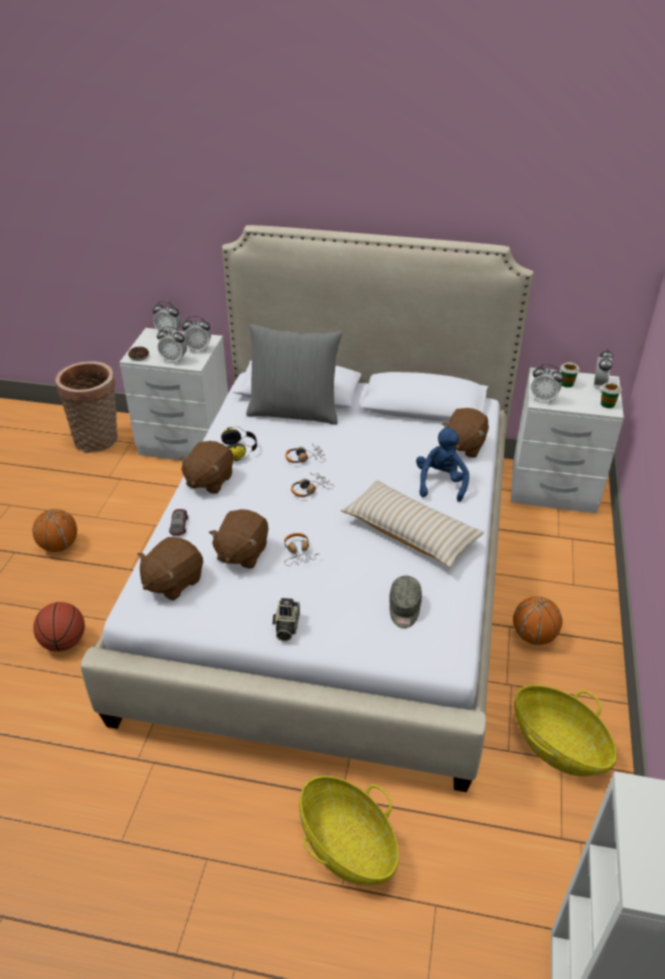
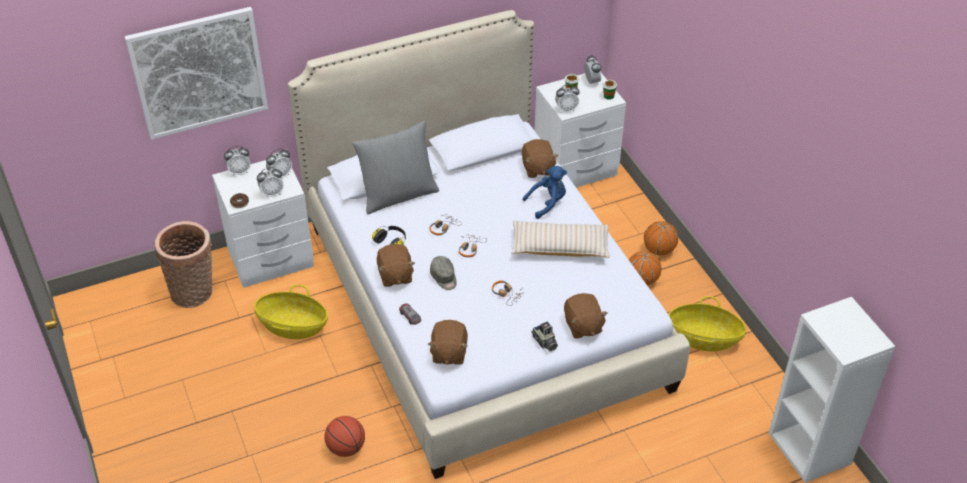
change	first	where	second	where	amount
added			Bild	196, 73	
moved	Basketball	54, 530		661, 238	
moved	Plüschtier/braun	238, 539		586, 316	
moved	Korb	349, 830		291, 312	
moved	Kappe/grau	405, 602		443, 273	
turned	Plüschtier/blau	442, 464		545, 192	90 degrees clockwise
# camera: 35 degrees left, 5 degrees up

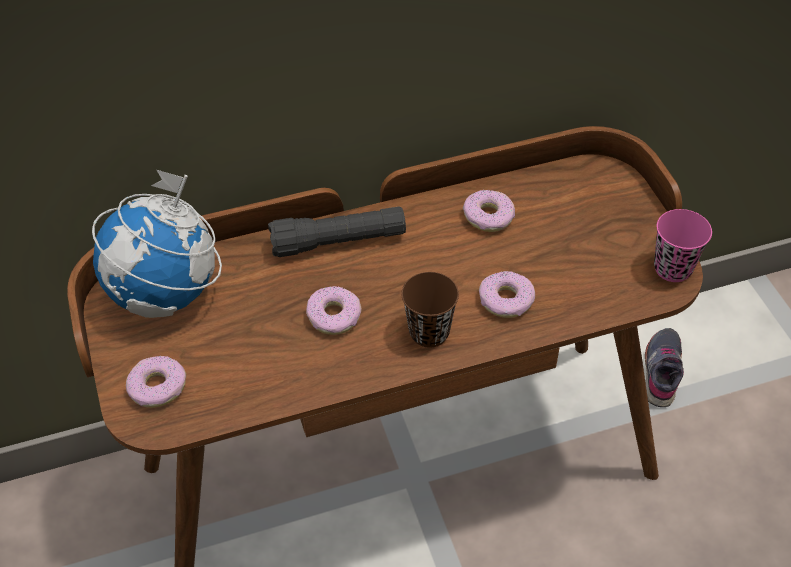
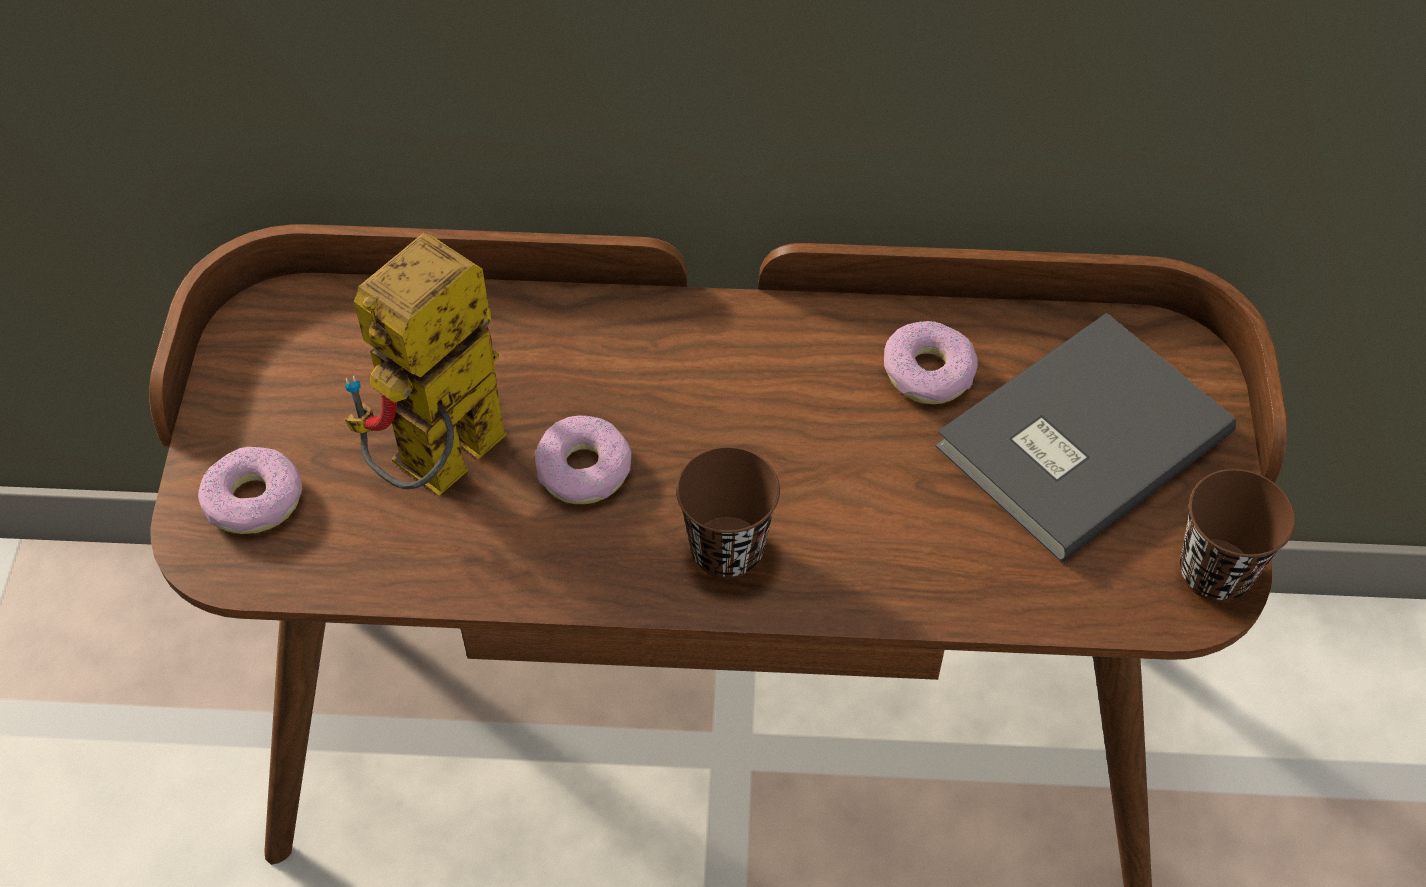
change	first	where	second	where	amount
removed	Globus	157, 244			
removed	Taschenlampe/schwarz	337, 232			
removed	Donut	507, 294			
removed	Schuh/grau	664, 367			
added			Spielzeugroboter	426, 364	
added			Buch/grau	1085, 438	
recoloured	Tasse/rosa	683, 245	Tasse/braun	1237, 535	
# camera: 20 degrees right, 5 degrees up

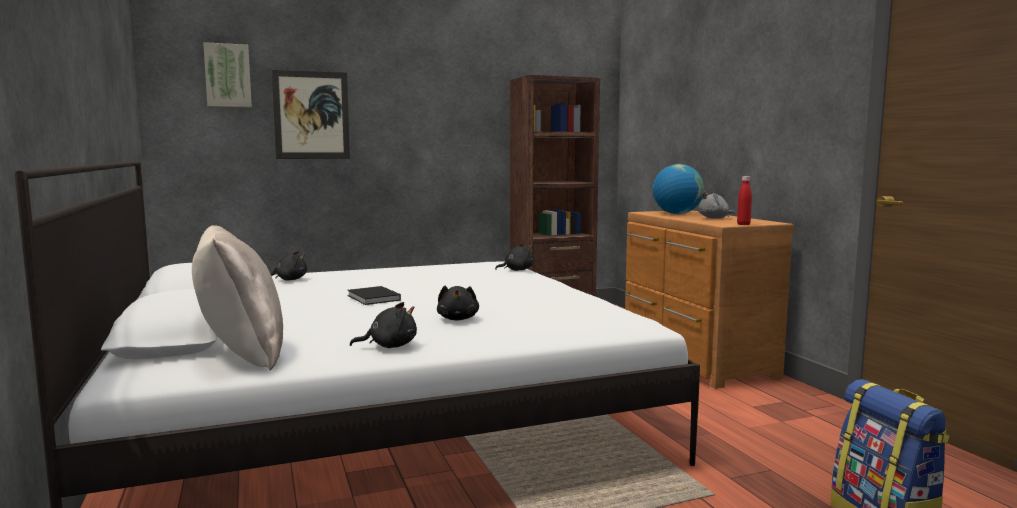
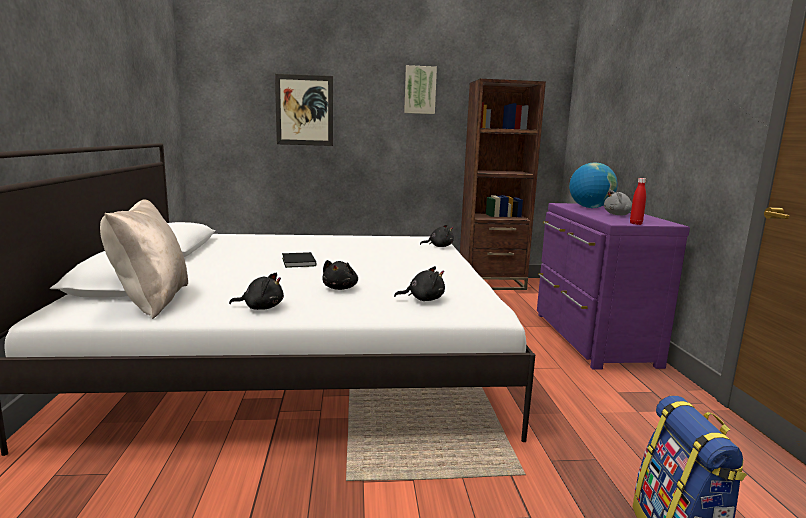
change	first	where	second	where	amount
moved	Bild	227, 74		420, 89	
moved	Plüschtier/schwarz	288, 265		419, 283	
recoloured	Kommode/braun	709, 299	Kommode/lila	613, 286	
# camera: 15 degrees right, 5 degrees up

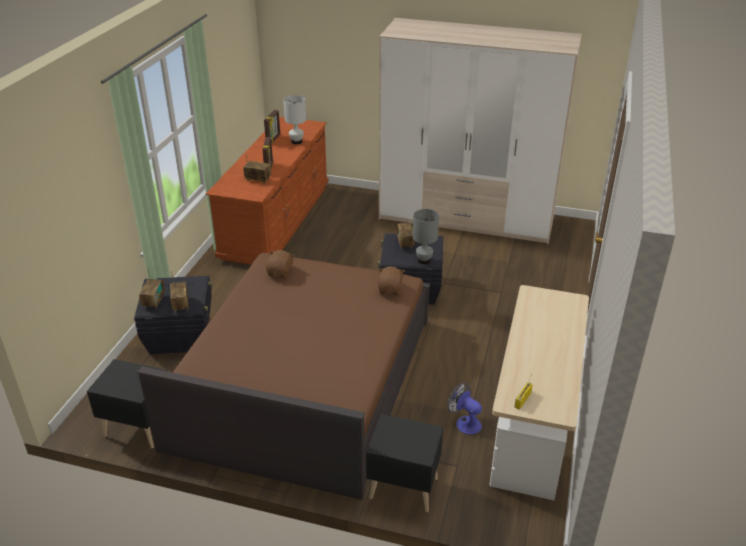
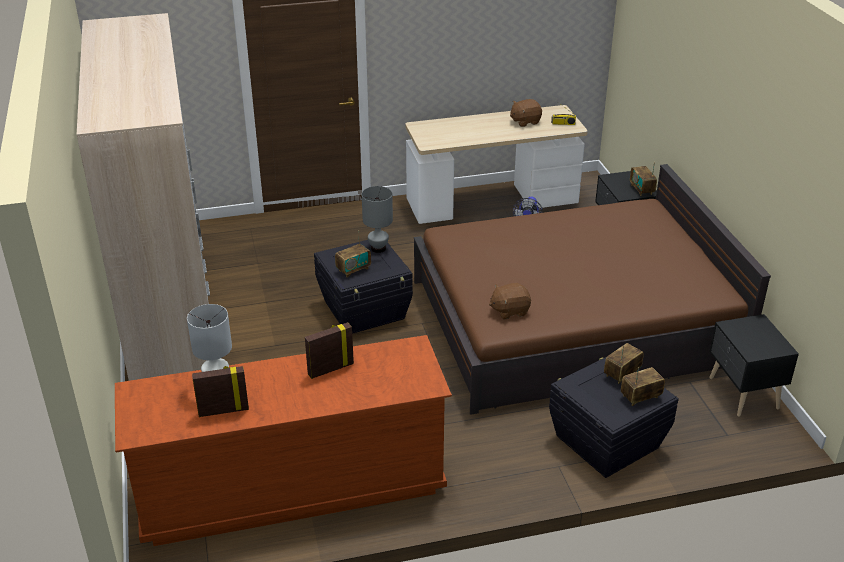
change	first	where	second	where	amount
moved	Radio	257, 168		643, 179	
moved	Plüschtier/braun	391, 281		526, 113	
# camera: 120 degrees left, 0 degrees up

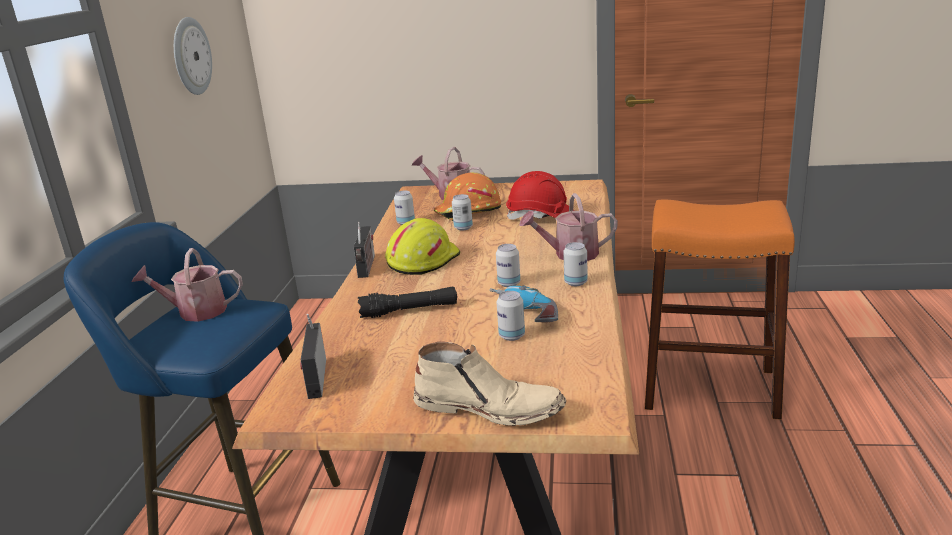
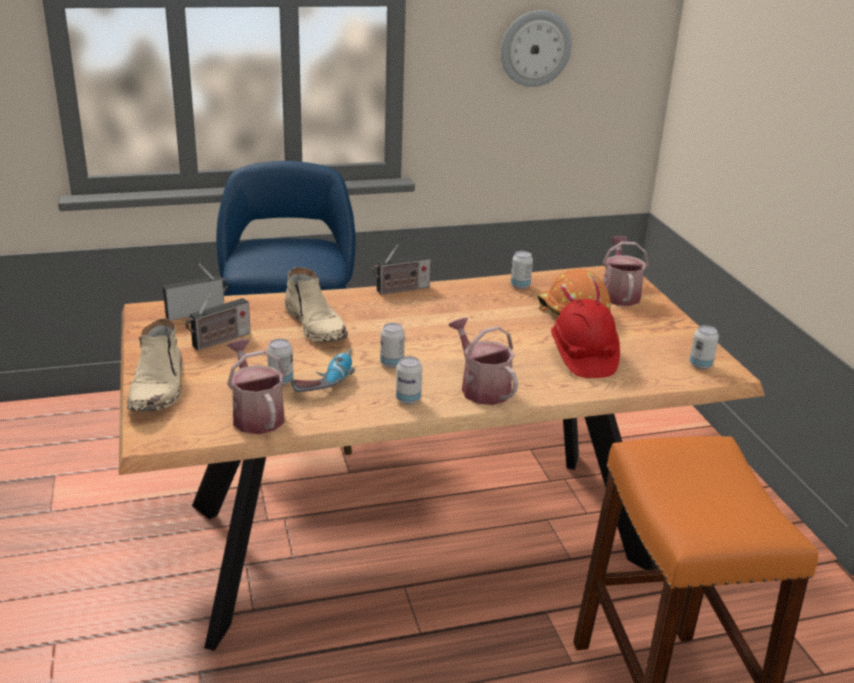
change	first	where	second	where	amount
removed	Schutzhelm/gelb	422, 246			
added			Radio	218, 321	
moved	Gießkanne	187, 285		256, 386	
moved	Dose	462, 212		704, 347	
replaced	Taschenlampe/schwarz	407, 302	Stiefel/beige	316, 304	
# camera: 65 degrees right, 5 degrees up

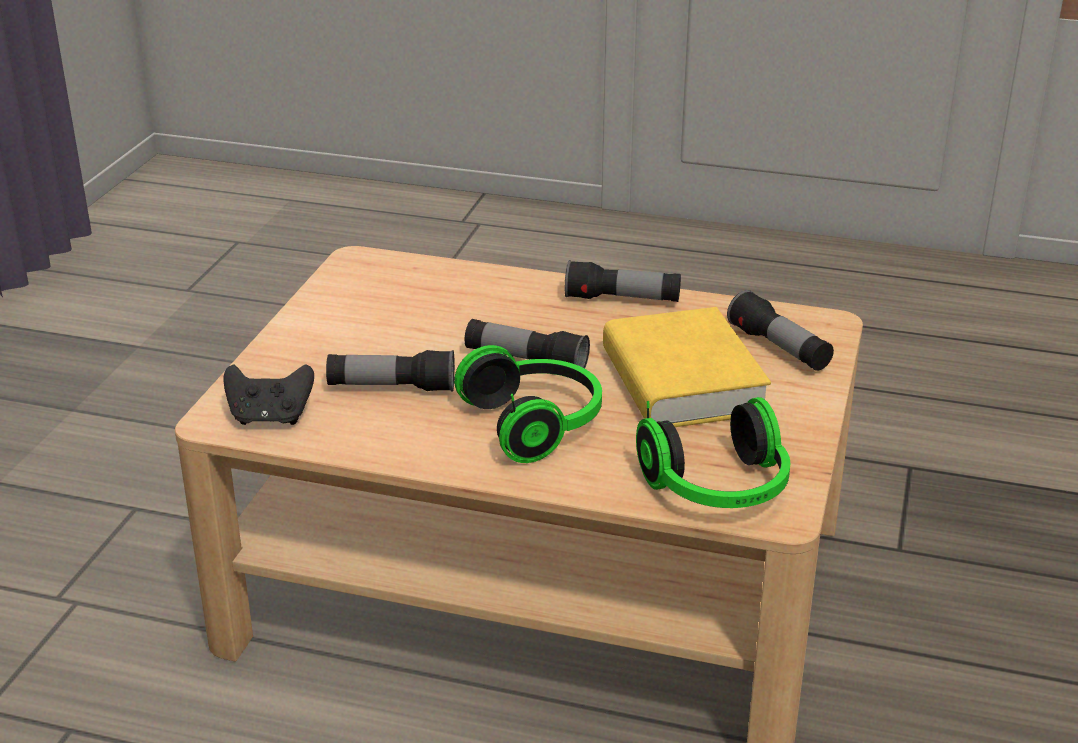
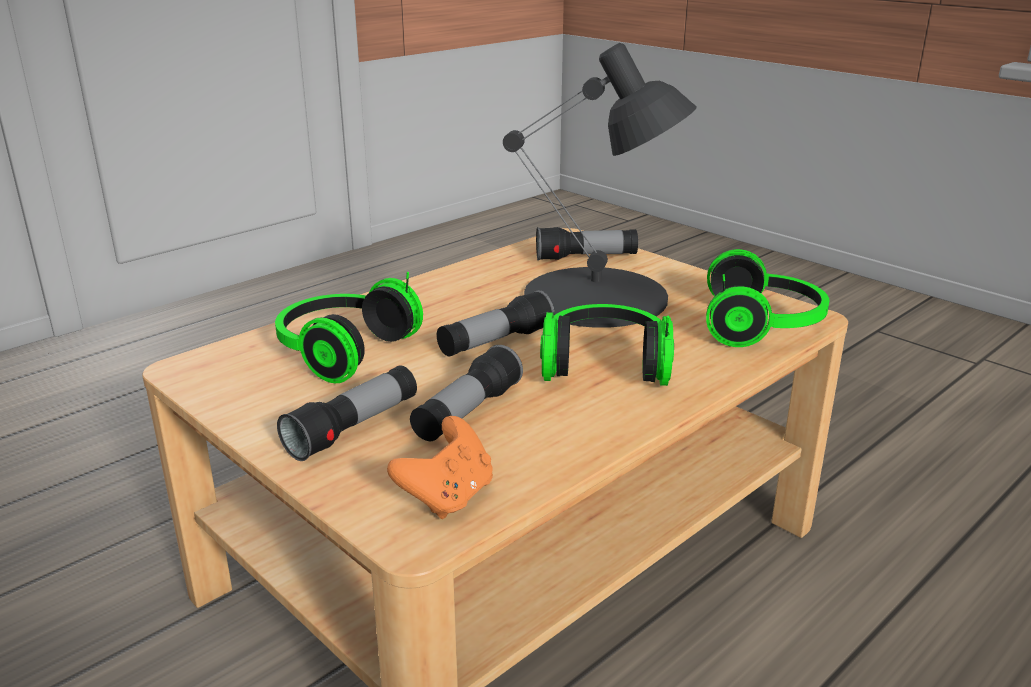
change	first	where	second	where	amount
added			Kopfhörer	349, 327	
moved	Taschenlampe	623, 281		347, 413	
replaced	Buch/gelb	687, 367	Tischlampe/schwarz	600, 185	
recoloured	Gamepad/schwarz	268, 394	Gamepad/orange	440, 467	
# camera: 60 degrees left, 5 degrees down

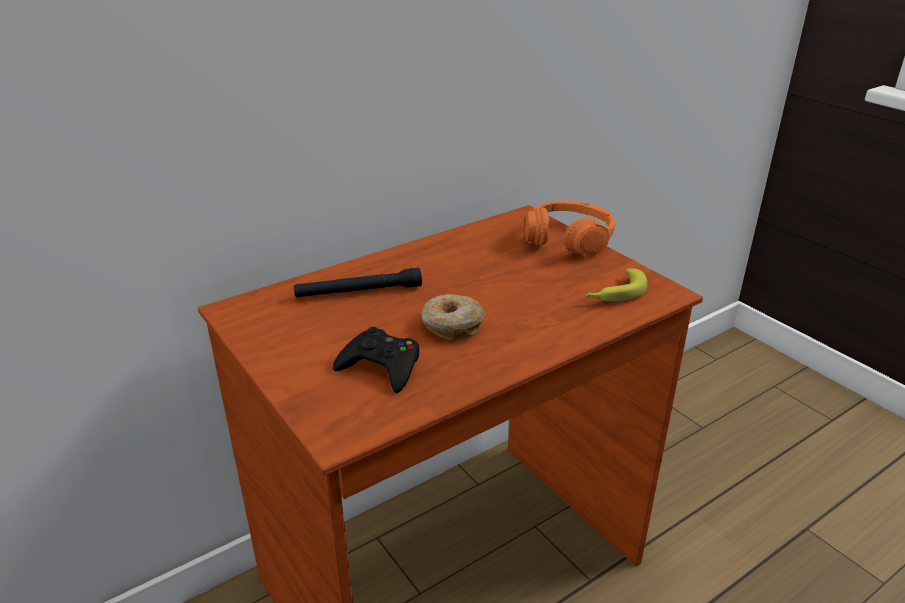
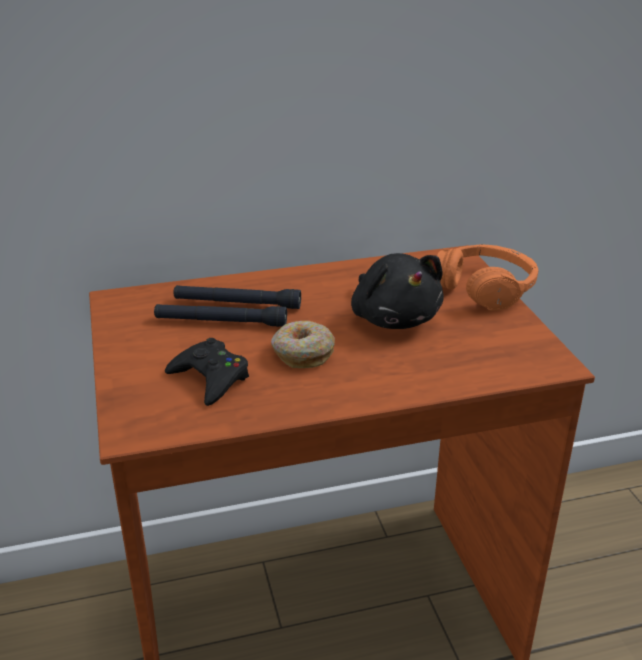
change	first	where	second	where	amount
removed	Banane	616, 284			
added			Taschenlampe/schwarz	220, 315	
added			Plüschtier/schwarz	397, 291	
# camera: 20 degrees right, 0 degrees up

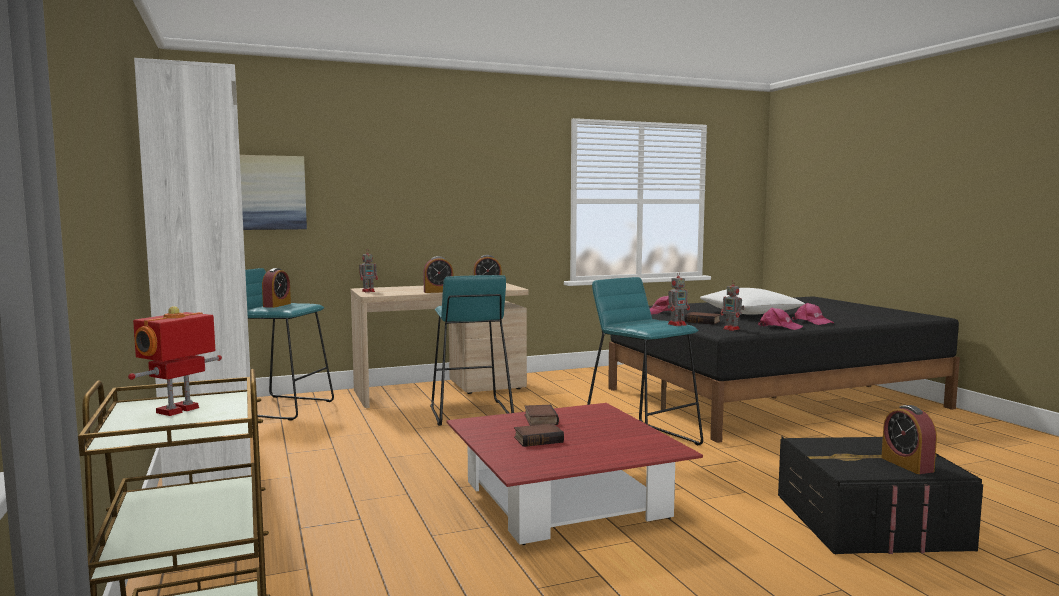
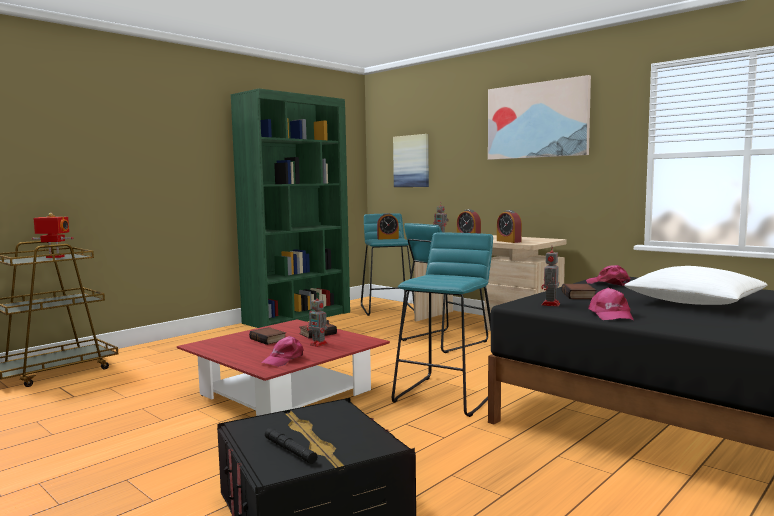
change	first	where	second	where	amount
added			Bild	539, 117	
moved	Spielzeugroboter	679, 298		318, 320	
moved	Kappe/rosa	813, 314		282, 351	
replaced	Wecker	909, 439	Taschenlampe/schwarz	291, 445	
recoloured	Bücherregal/weiß	193, 272	Bücherregal/grün	290, 208	
# camera: 65 degrees right, 0 degrees up

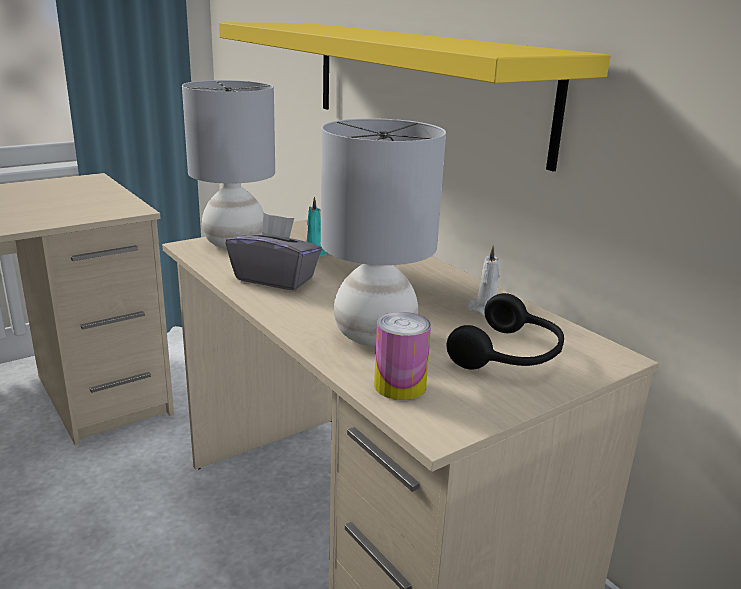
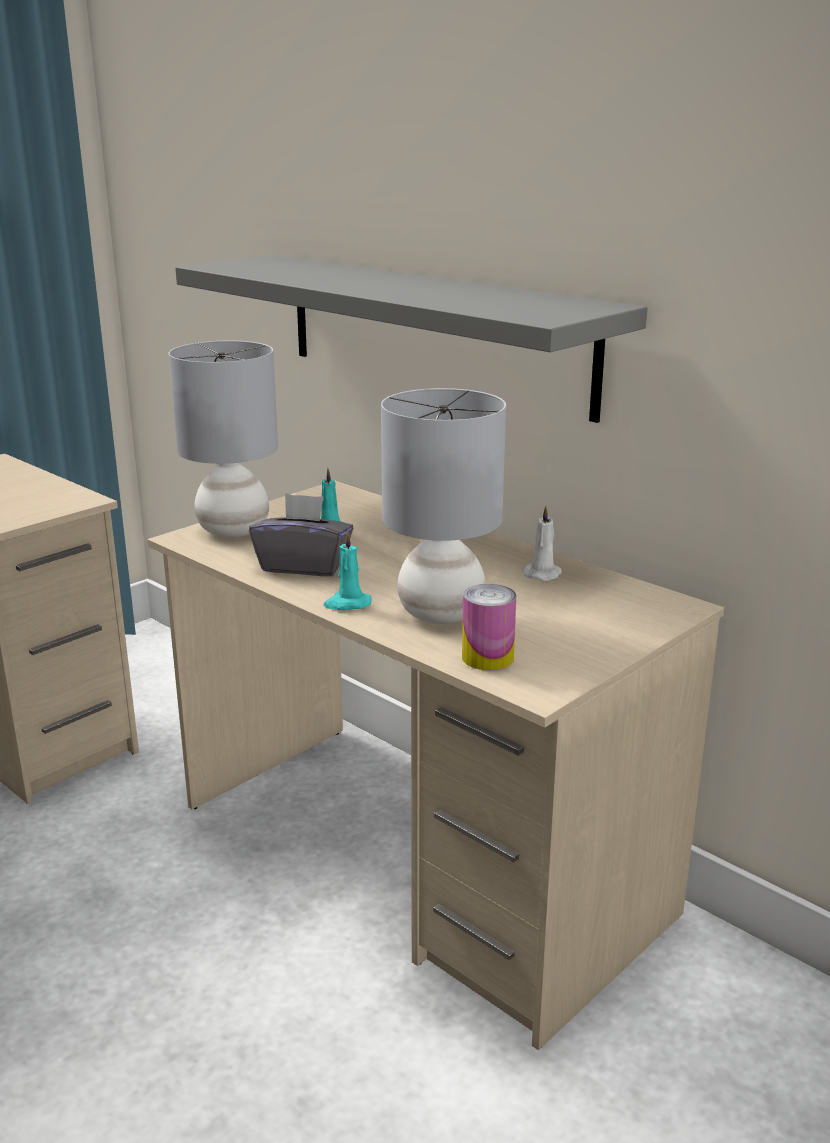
change	first	where	second	where	amount
removed	Kopfhörer/schwarz	505, 331			
added			Kerze/türkis	347, 570	
recoloured	Wandregal/gelb	414, 96	Wandregal/grau	411, 339	
# camera: 10 degrees left, 0 degrees up

